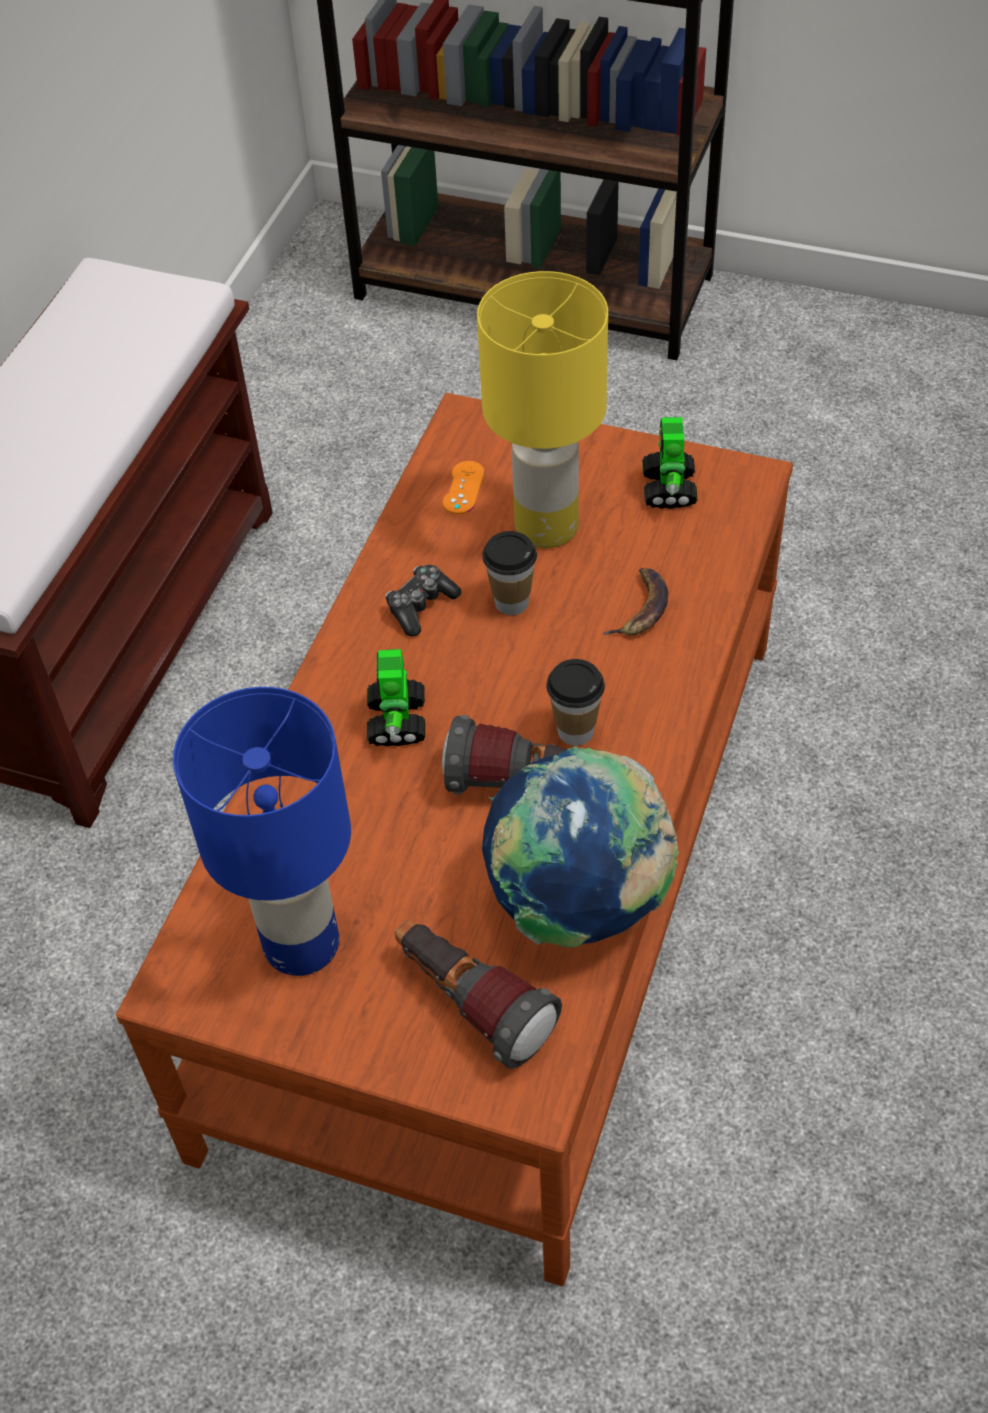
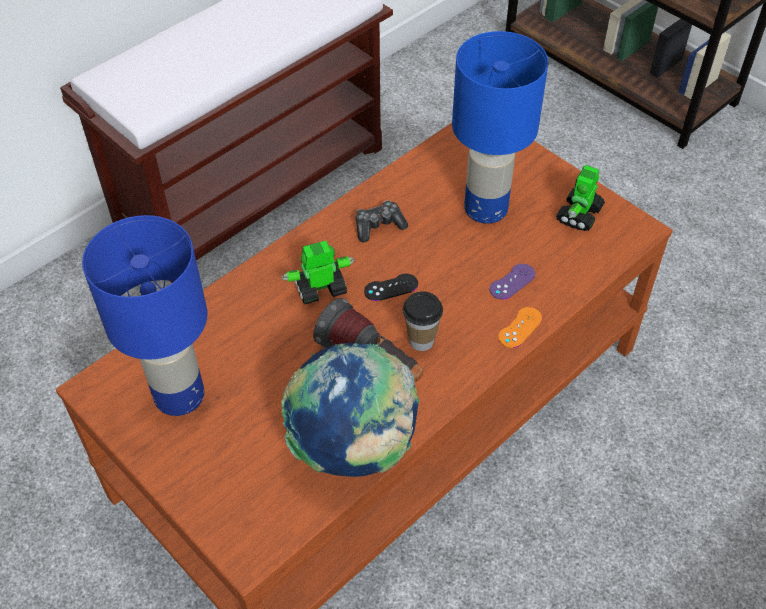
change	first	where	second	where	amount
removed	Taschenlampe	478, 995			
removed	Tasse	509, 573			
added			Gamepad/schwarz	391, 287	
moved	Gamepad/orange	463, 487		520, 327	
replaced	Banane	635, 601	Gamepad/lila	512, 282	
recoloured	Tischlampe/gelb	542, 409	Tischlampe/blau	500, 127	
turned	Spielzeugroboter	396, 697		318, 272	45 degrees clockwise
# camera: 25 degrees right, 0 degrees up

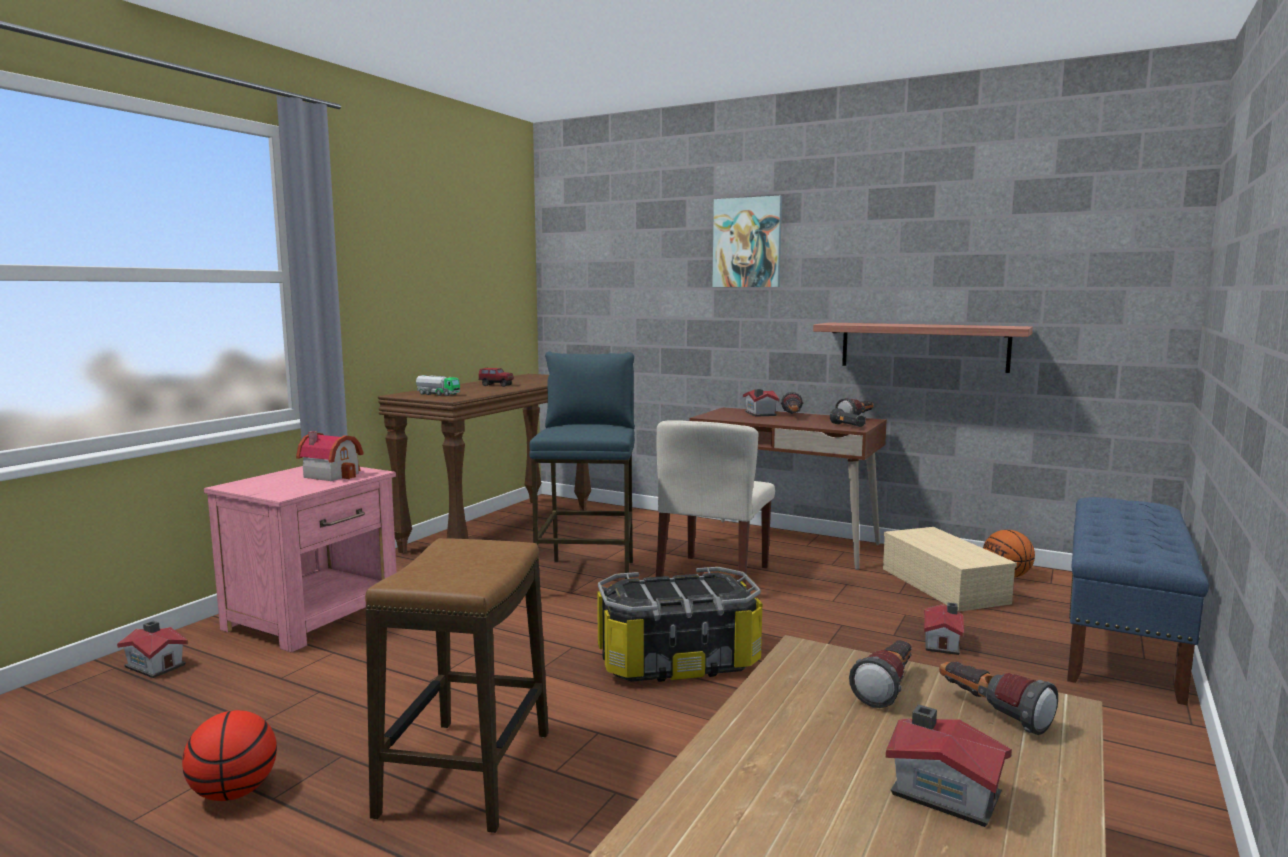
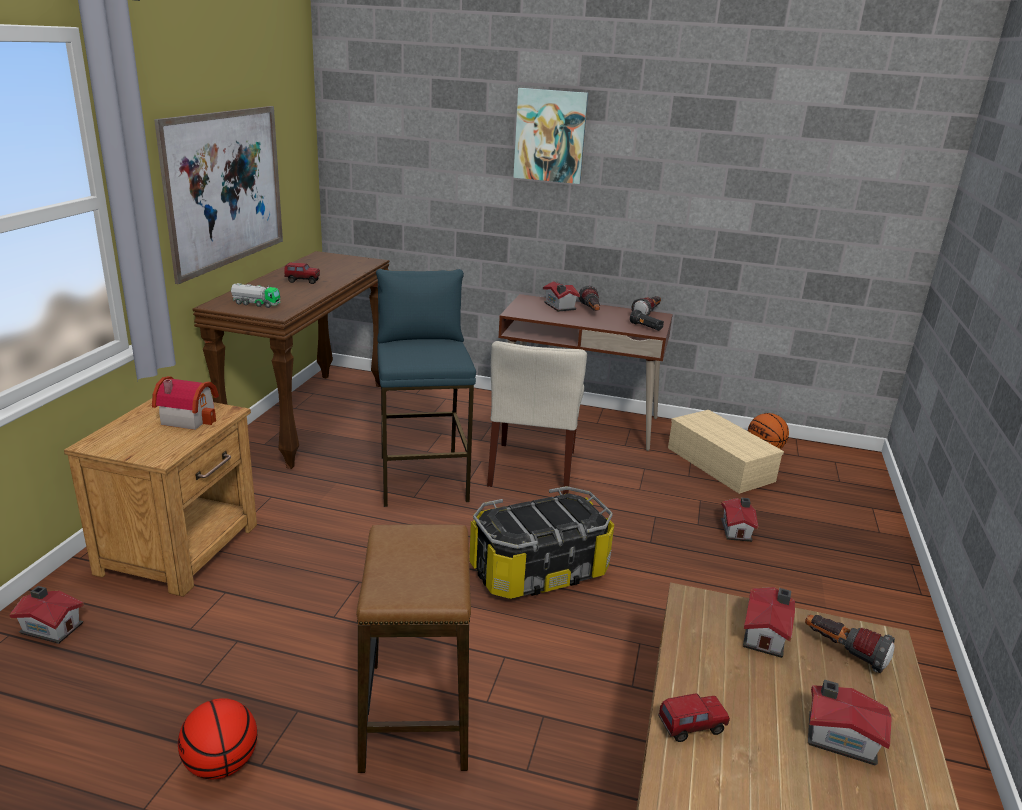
change	first	where	second	where	amount
removed	Wandregal	923, 348			
removed	Bank/blau	1138, 601			
added			Bild	218, 195	
added			Spielzeuglaster	694, 717	
replaced	Taschenlampe	880, 674	Spielzeughaus	769, 622	
recoloured	Nachttisch/rosa	300, 559	Nachttisch/braun	160, 498	
# camera: 15 degrees left, 15 degrees up

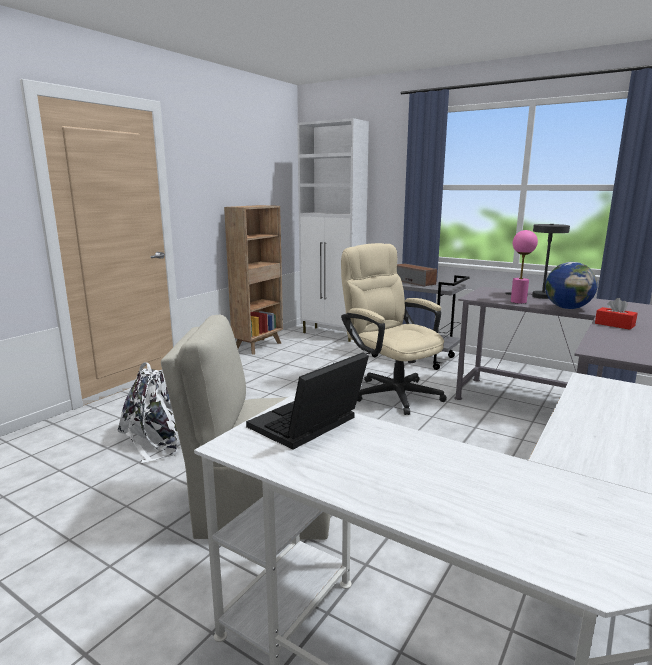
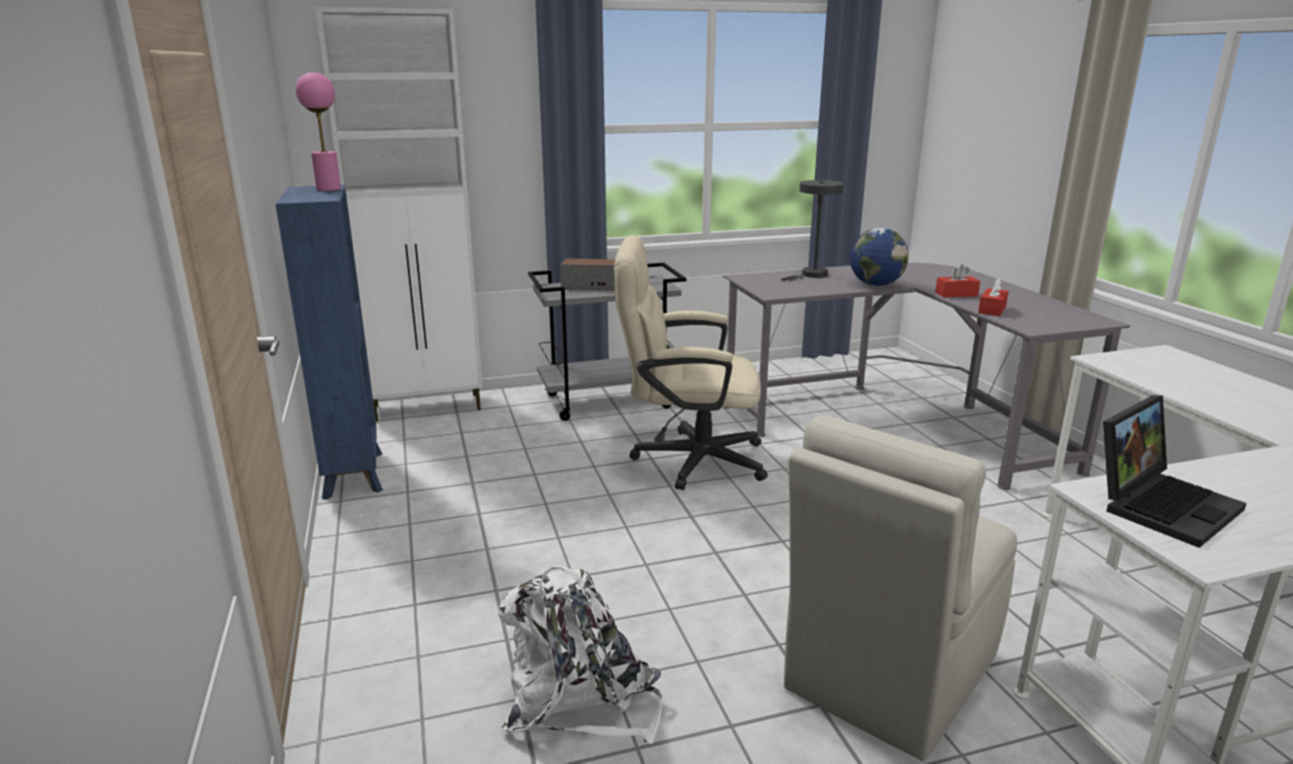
change	first	where	second	where	amount
added			Taschentuchbox/rot	993, 297	
moved	Tischlampe/rosa	524, 267		318, 131	
recoloured	Bücherregal/braun	253, 280	Bücherregal/blau	329, 342	
turned	Laptop	307, 401		1175, 471	120 degrees counterclockwise
# camera: 50 degrees left, 5 degrees up

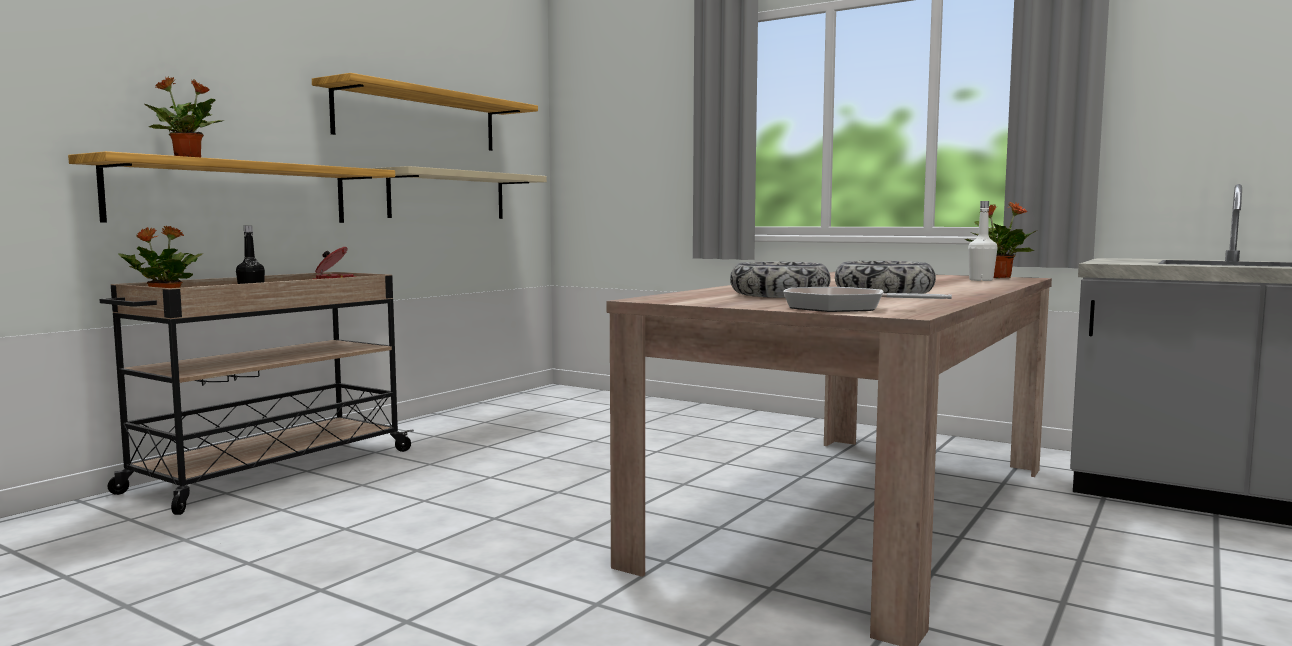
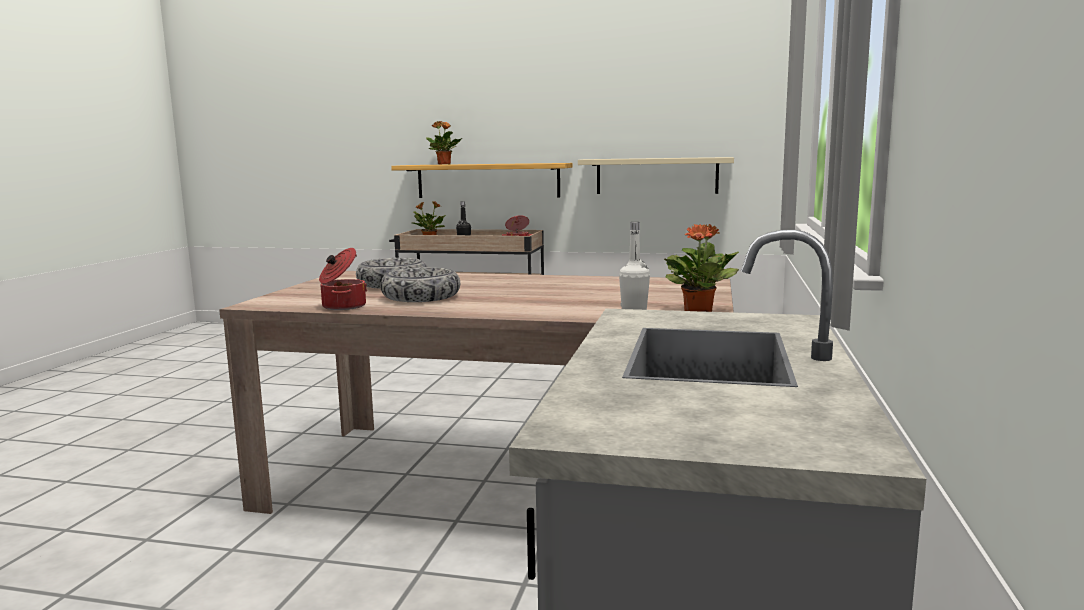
change	first	where	second	where	amount
removed	Wandregal	425, 112			
removed	Pfanne	867, 299			
added			Kochtopf	343, 279	
# camera: 70 degrees right, 5 degrees up

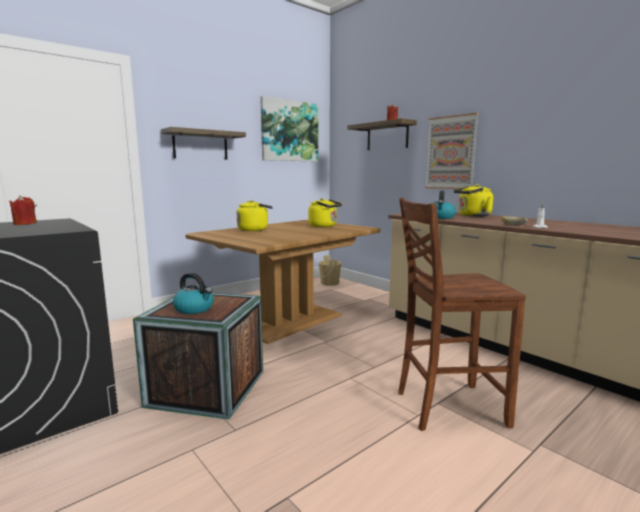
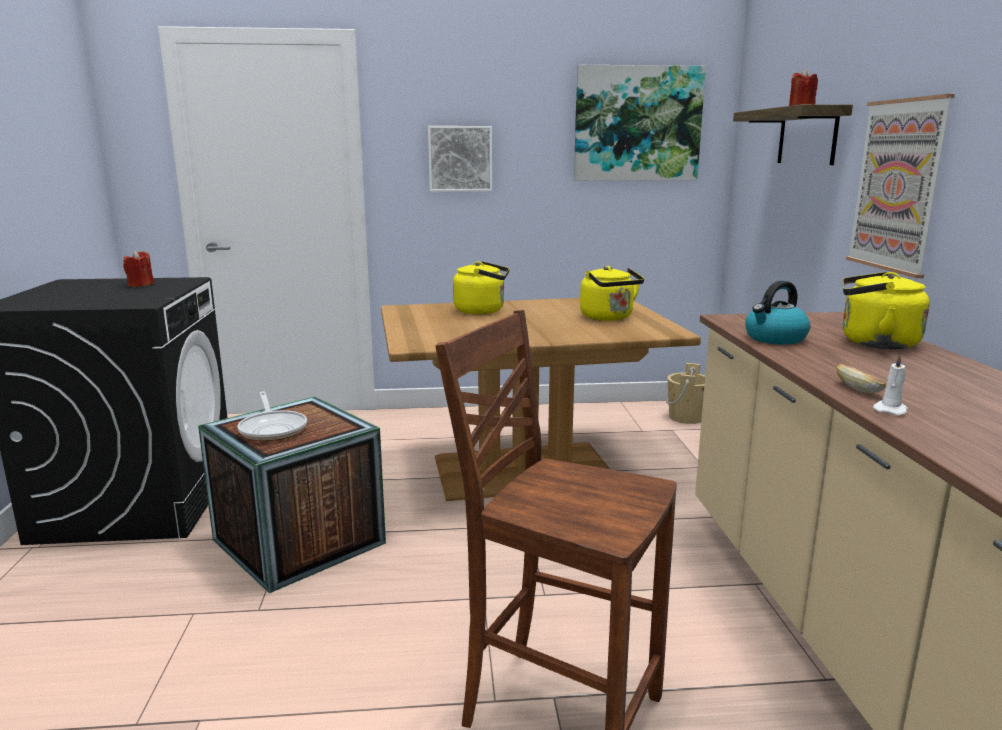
change	first	where	second	where	amount
replaced	Wandregal	203, 143	Bild	460, 159	
replaced	Wasserkessel	193, 293	Pfanne	272, 416	
# camera: 35 degrees right, 5 degrees up

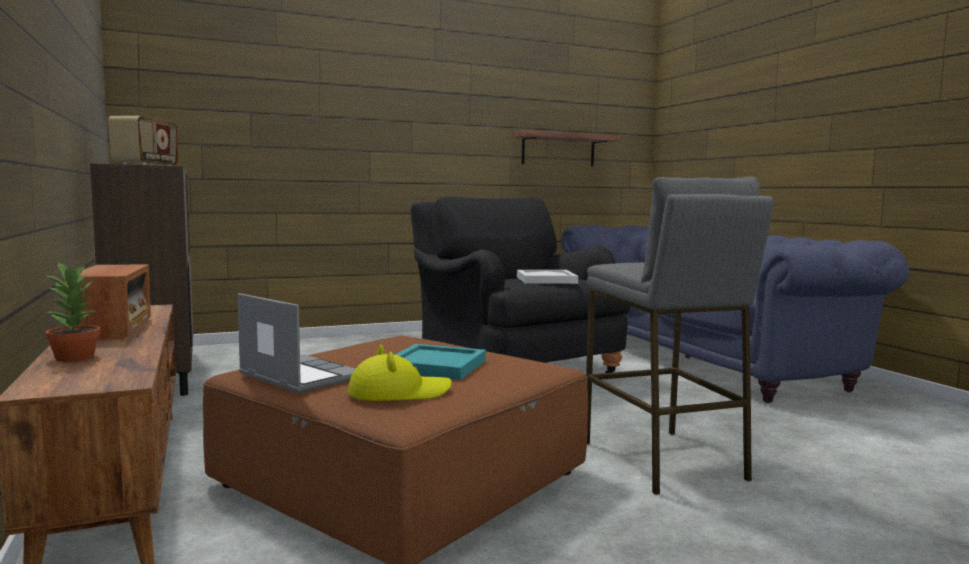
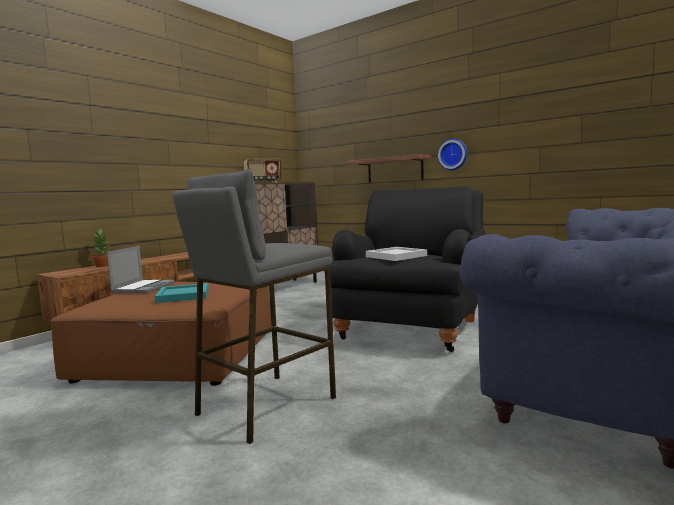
change	first	where	second	where	amount
removed	Radio	107, 302			
removed	Hut/gelb	400, 373			
added			Wanduhr	452, 154	
moved	Wandregal	566, 148		390, 168	
# camera: 60 degrees right, 0 degrees up

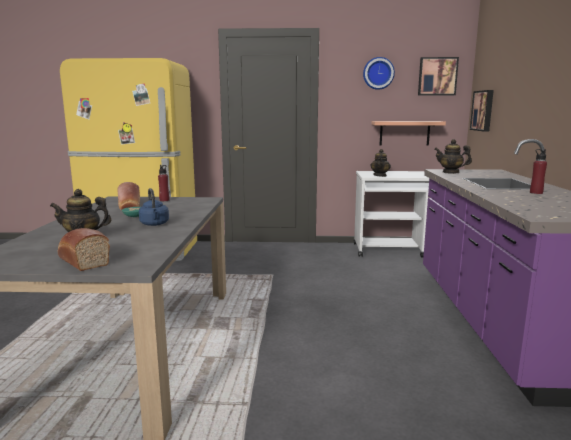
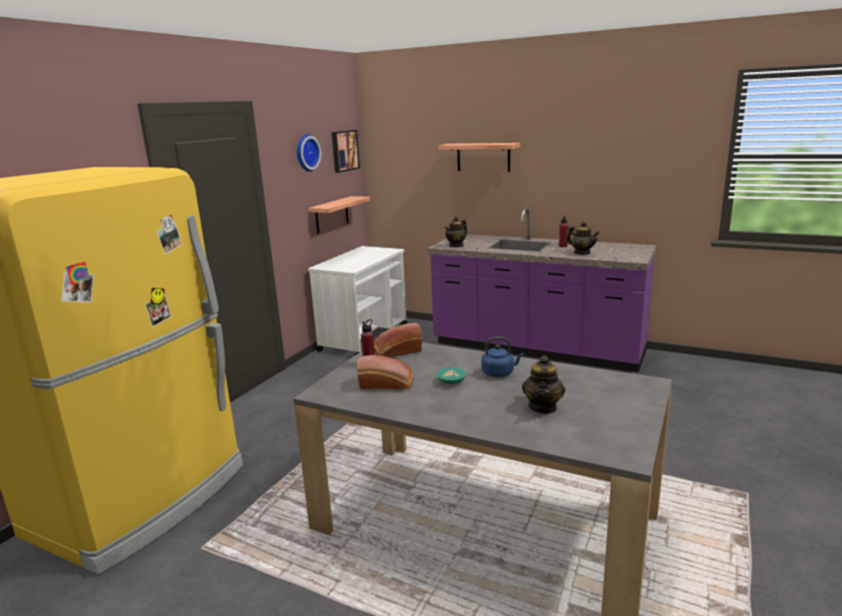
change	first	where	second	where	amount
removed	Bild	482, 111			
added			Wandregal	480, 157	
moved	Brot	84, 249		398, 340	
moved	Teekanne	380, 163		583, 238	
# camera: 65 degrees left, 5 degrees up

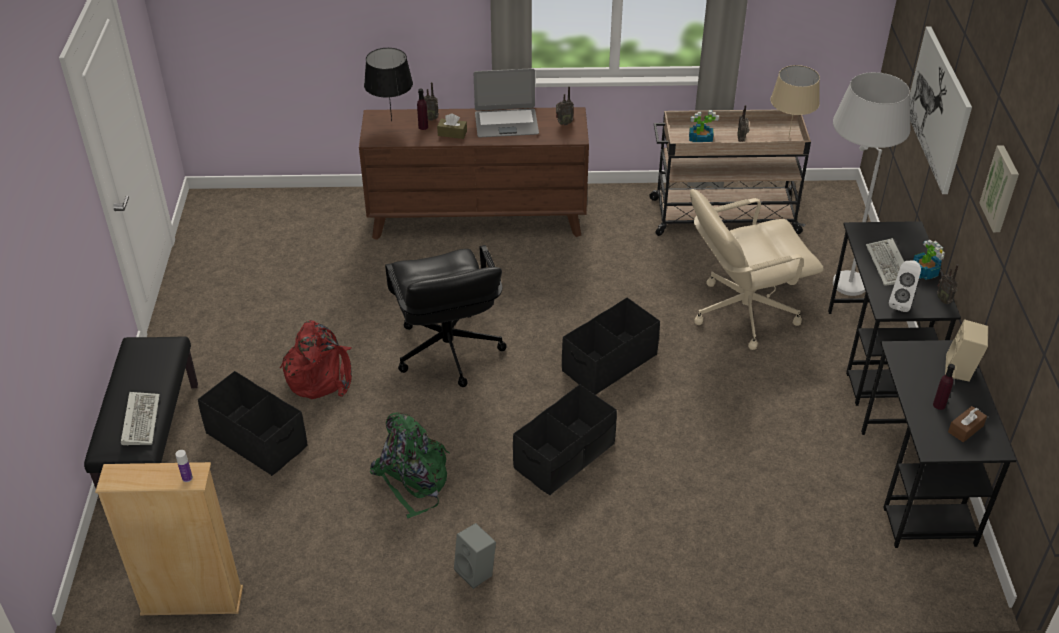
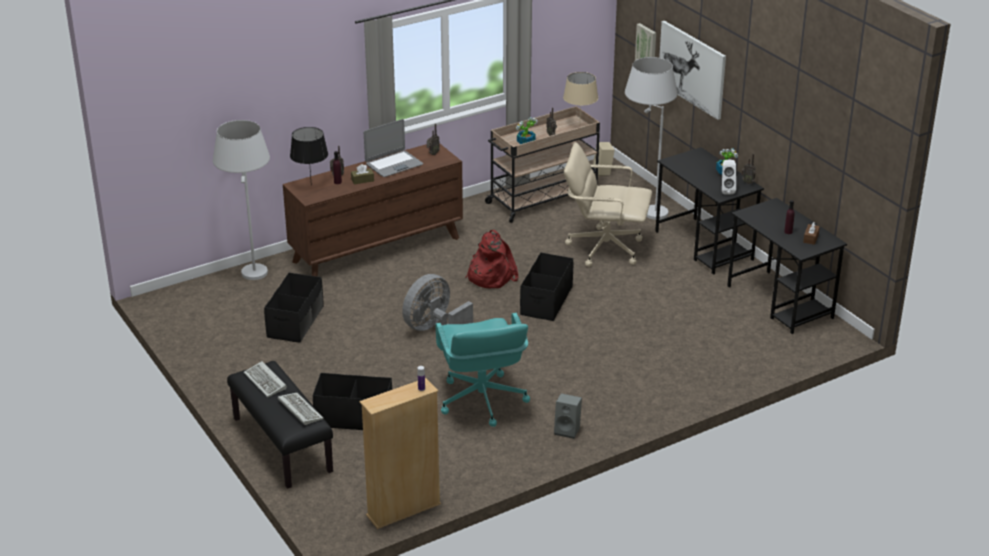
change	first	where	second	where	amount
added			Stehlampe/weiß	241, 200	
moved	Rucksack/rot	316, 359		492, 259	
moved	Aufbewahrungsbox/schwarz	565, 439		294, 307	
moved	Tastatur	885, 262		265, 379	
moved	Lautsprecher/beige	966, 350		604, 159	
moved	Bild	999, 188		645, 41	
replaced	Rucksack/grün	409, 465	Bürostuhl/türkis	483, 370	
replaced	Bürostuhl/schwarz	446, 316	Ventilator/grau	437, 302	
turned	Bürostuhl/beige	757, 269		608, 204	60 degrees clockwise
# camera: 30 degrees left, 10 degrees down

